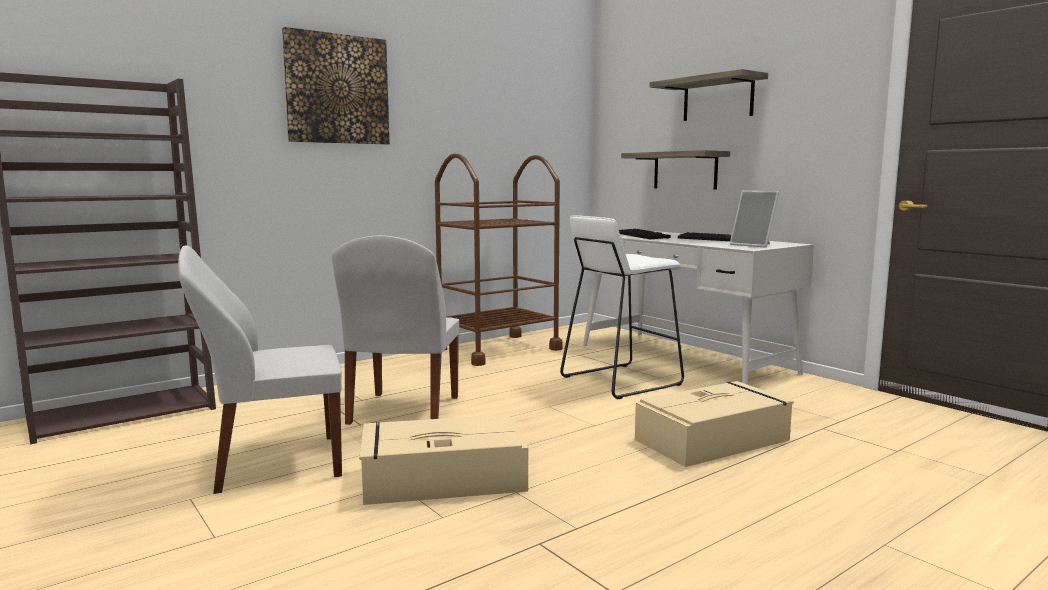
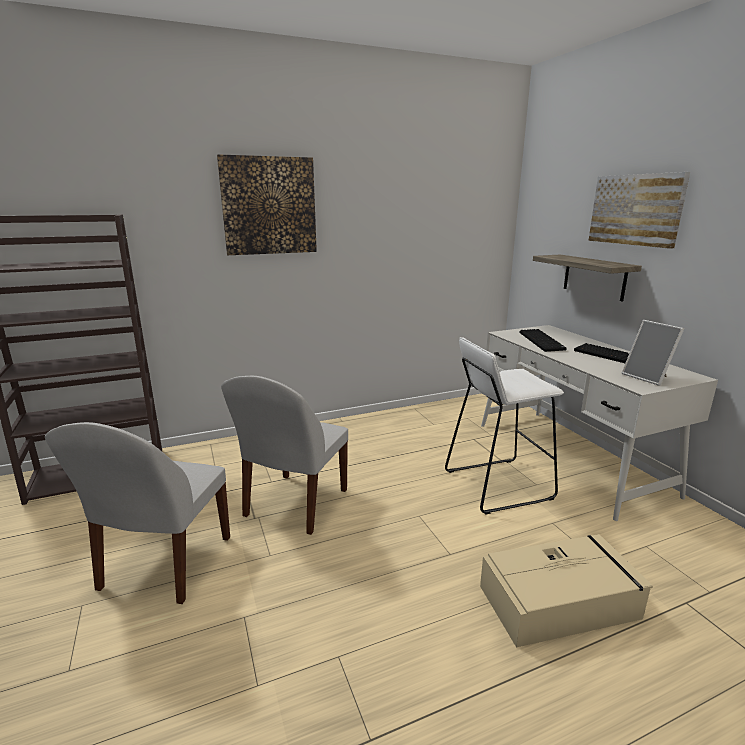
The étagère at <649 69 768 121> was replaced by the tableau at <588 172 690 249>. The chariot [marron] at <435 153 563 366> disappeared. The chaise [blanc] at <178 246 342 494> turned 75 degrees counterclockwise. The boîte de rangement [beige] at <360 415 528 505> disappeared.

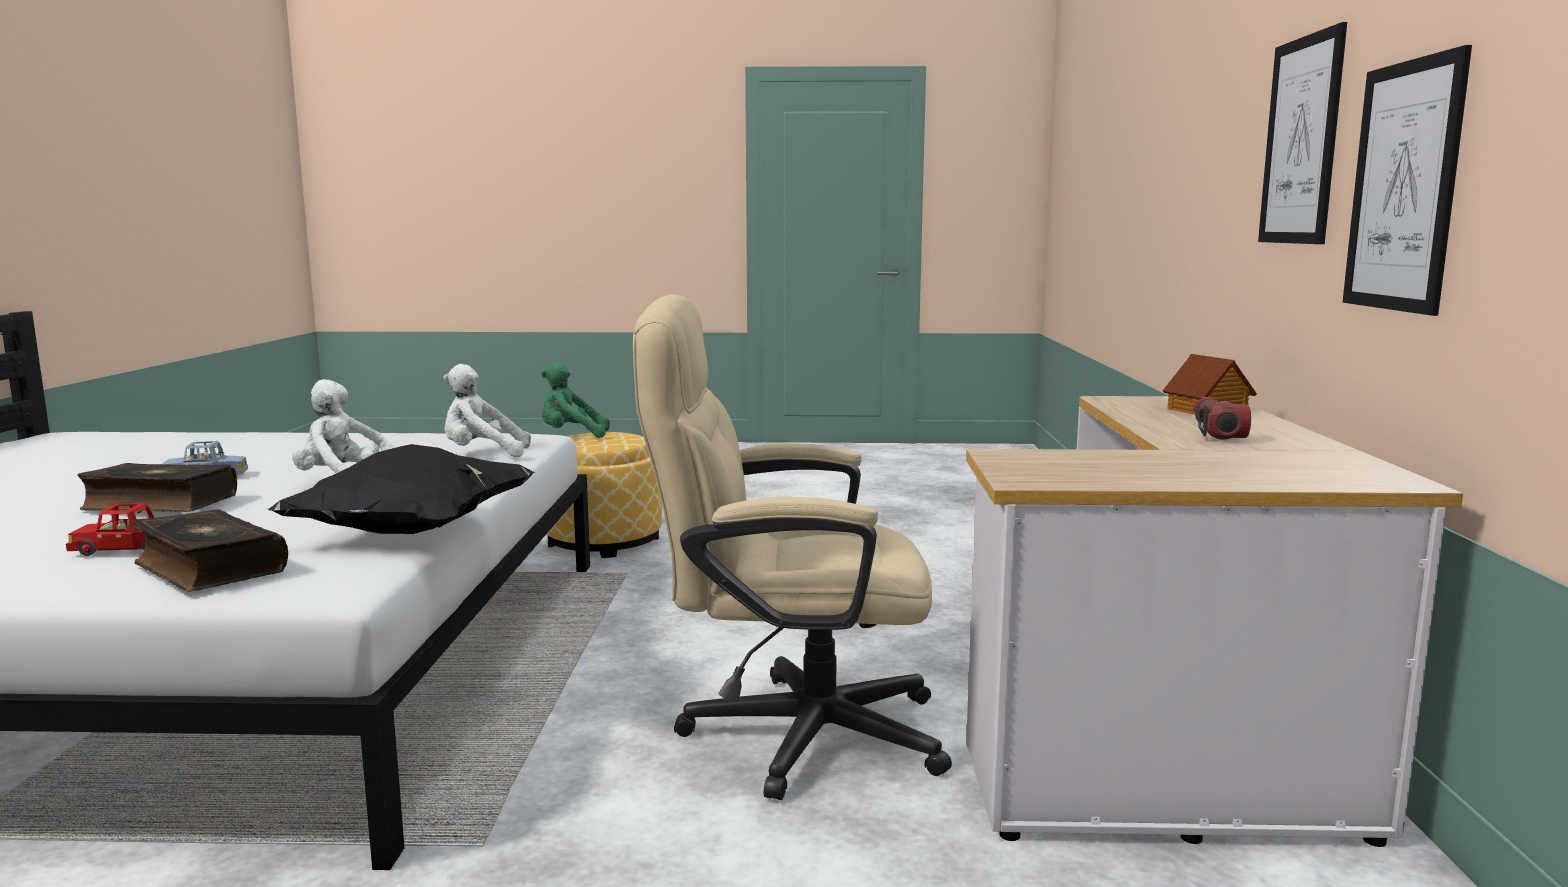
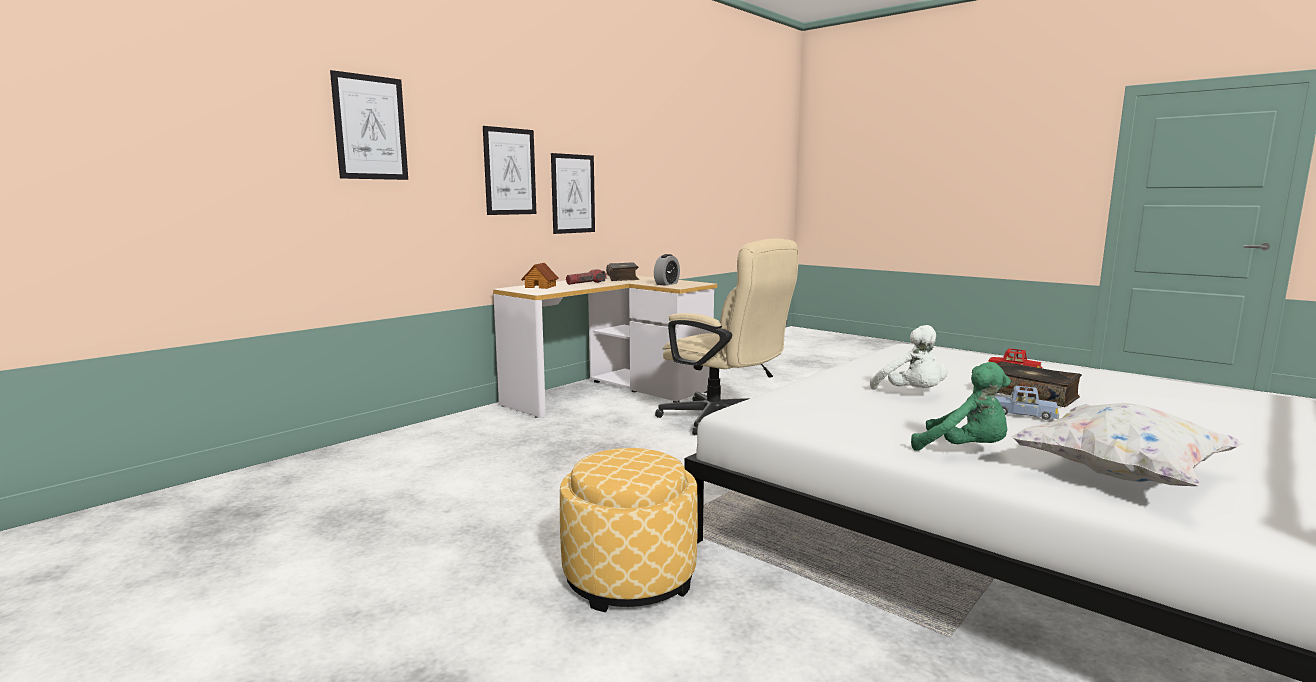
The peluche [vert] moved from <541 362 610 438> to <911 362 1011 451>. The peluche [blanc] at <443 364 531 457> disappeared. The coussin [noir] at <268 444 536 534> disappeared. The livre moved from <133 509 288 592> to <606 262 639 281>. The tableau at <330 70 408 180> appeared. The réveil at <654 254 680 286> appeared. The coussin [blanc] at <1011 403 1244 486> appeared.

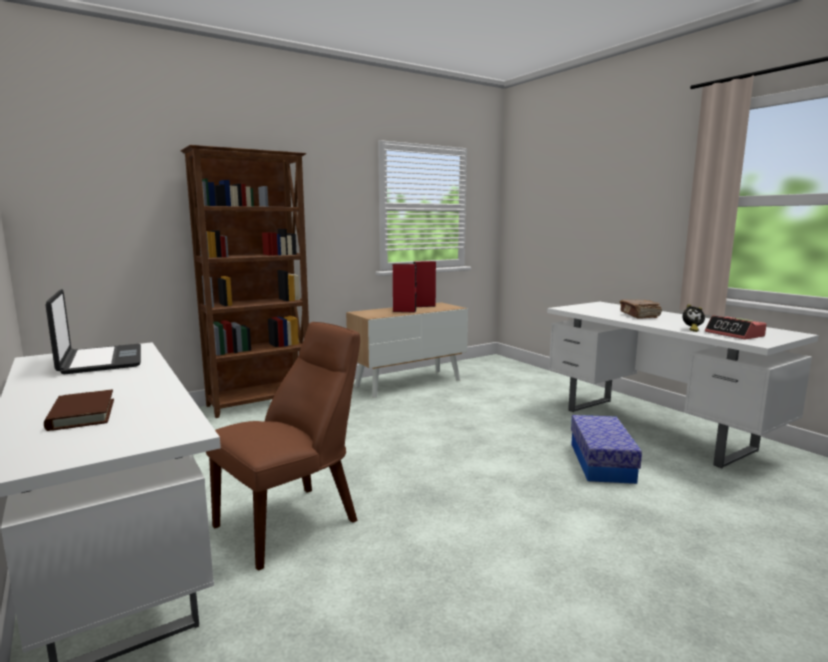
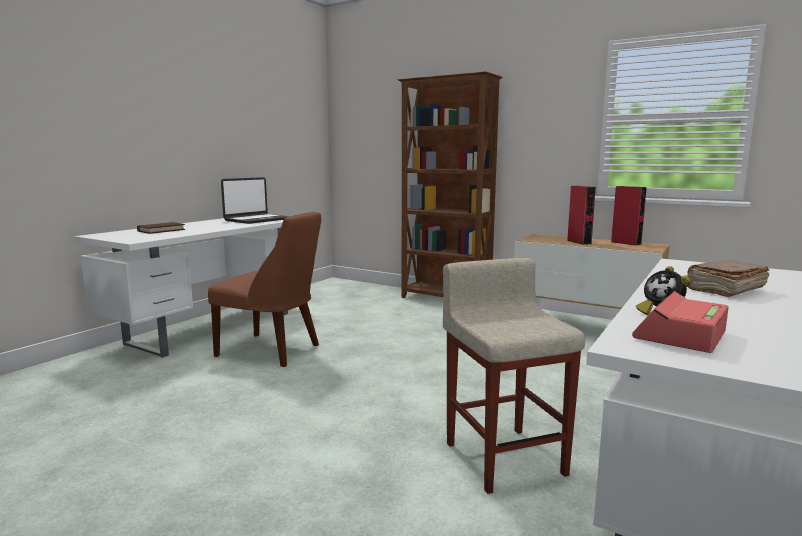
The boîte de rangement at <571 415 642 484> was replaced by the tabouret [beige] at <443 258 585 494>.

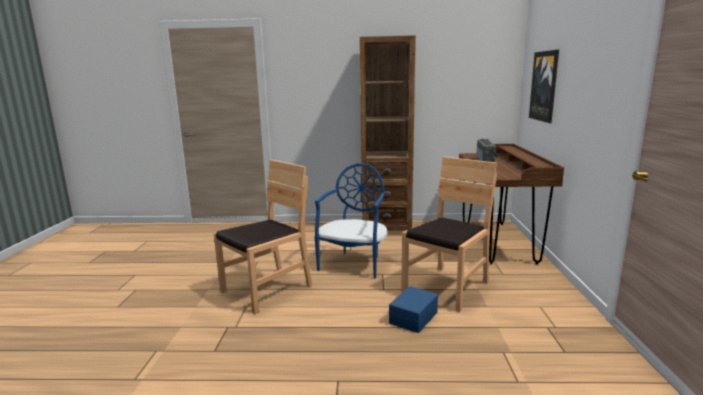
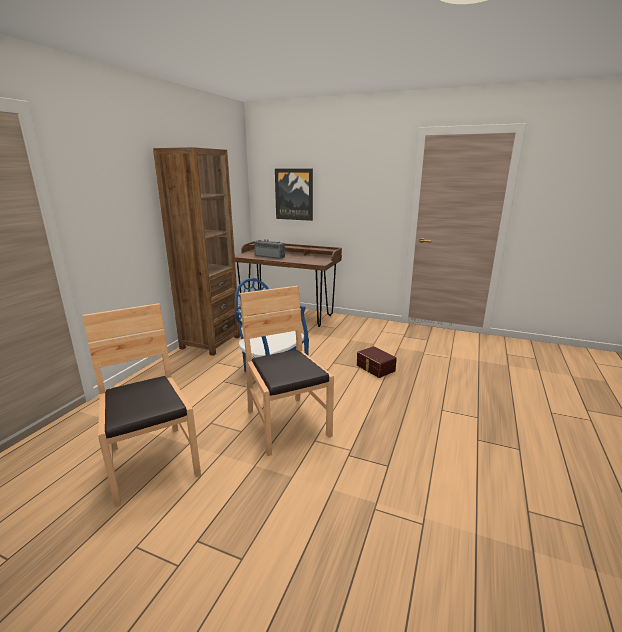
The chaise [marron] moved from <401 157 497 312> to <82 303 201 507>. The boîte de rangement [bleu] at <389 286 438 333> became the boîte de rangement [marron] at <357 346 397 378>.

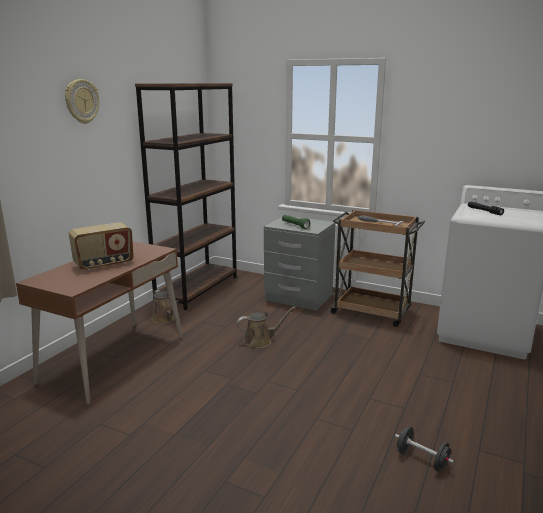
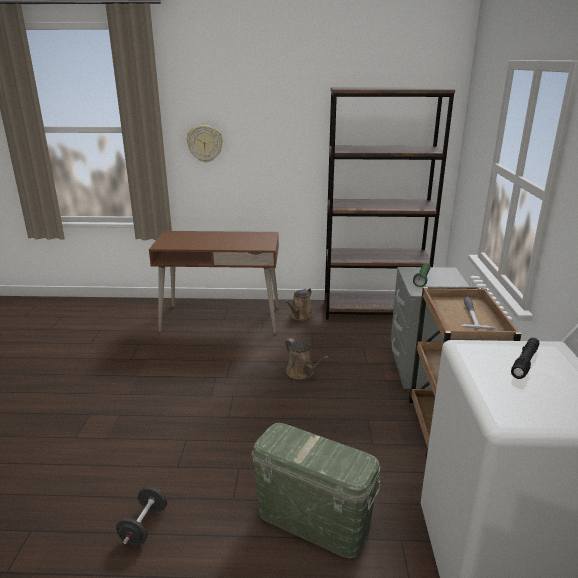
The horloge murale moved from <65 79 99 124> to <187 125 223 163>. The radio at <69 222 134 271> disappeared. The boîte de rangement [vert] at <251 423 383 559> appeared.

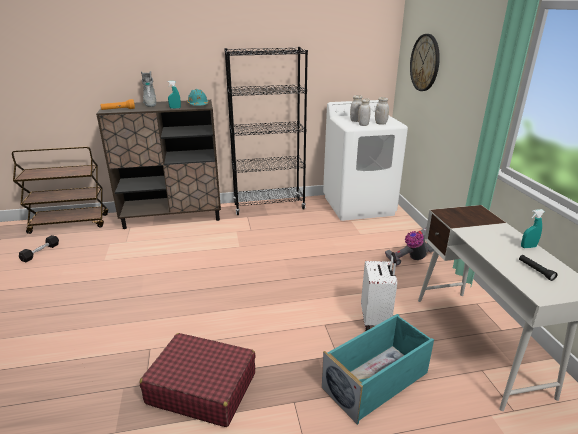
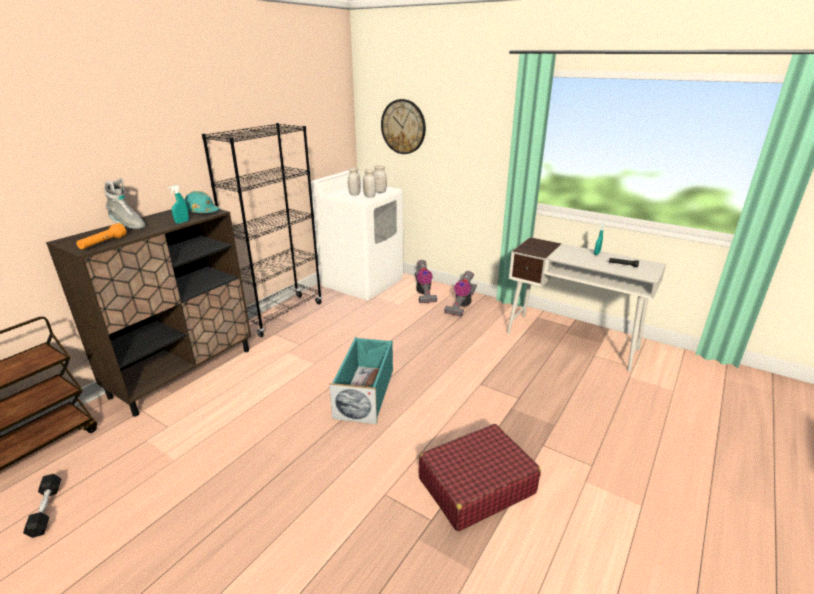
The valise [blanc] at <361 252 397 331> disappeared. The boîte de rangement [turquoise] moved from <322 314 434 425> to <329 337 393 424>. The aspirateur at <415 260 437 303> appeared.

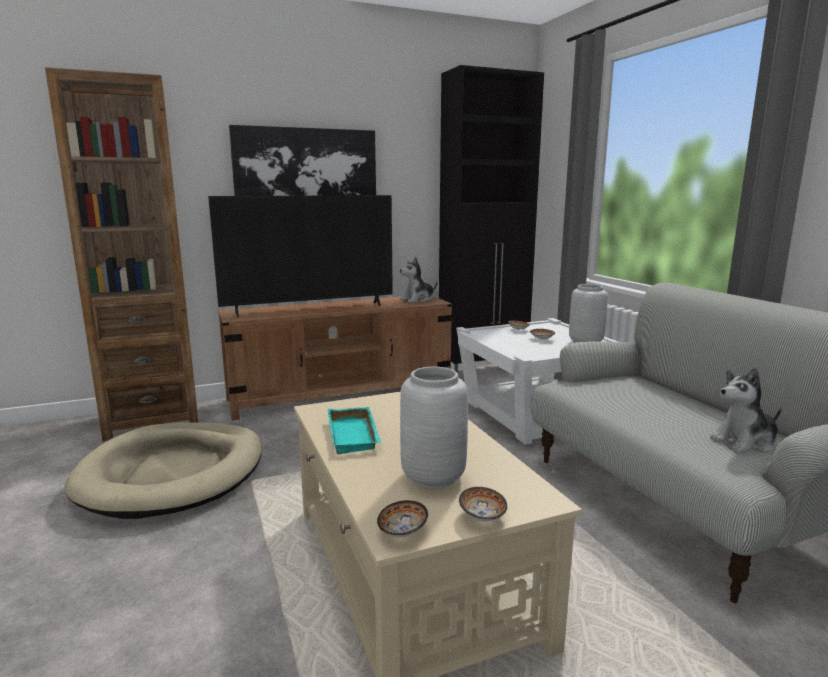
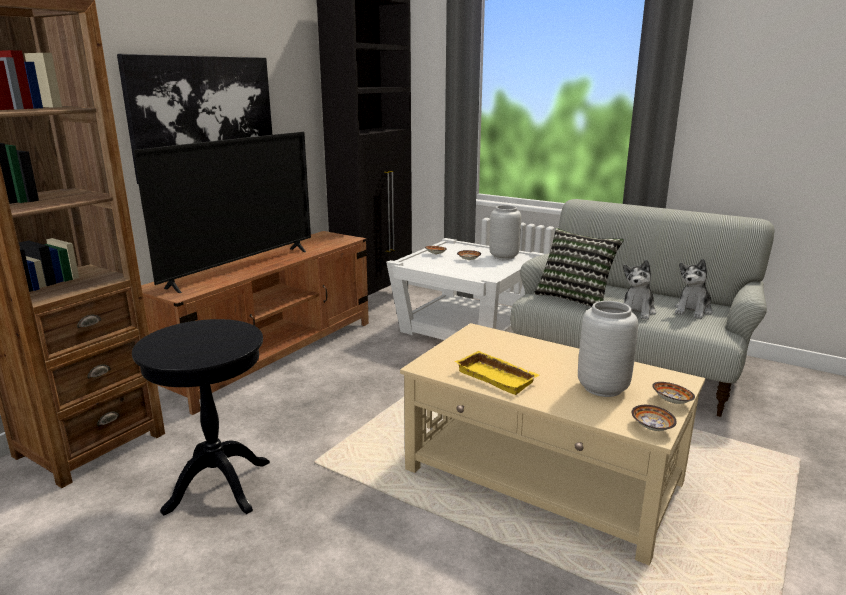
The peluche moved from <400 257 438 303> to <623 260 656 320>. The plateau [turquoise] at <328 407 382 454> became the plateau [jaune] at <455 351 539 395>. The panier pour chien [beige] at <64 422 262 519> was replaced by the table d'appoint [noir] at <132 319 270 516>. The coussin at <534 228 624 307> appeared.

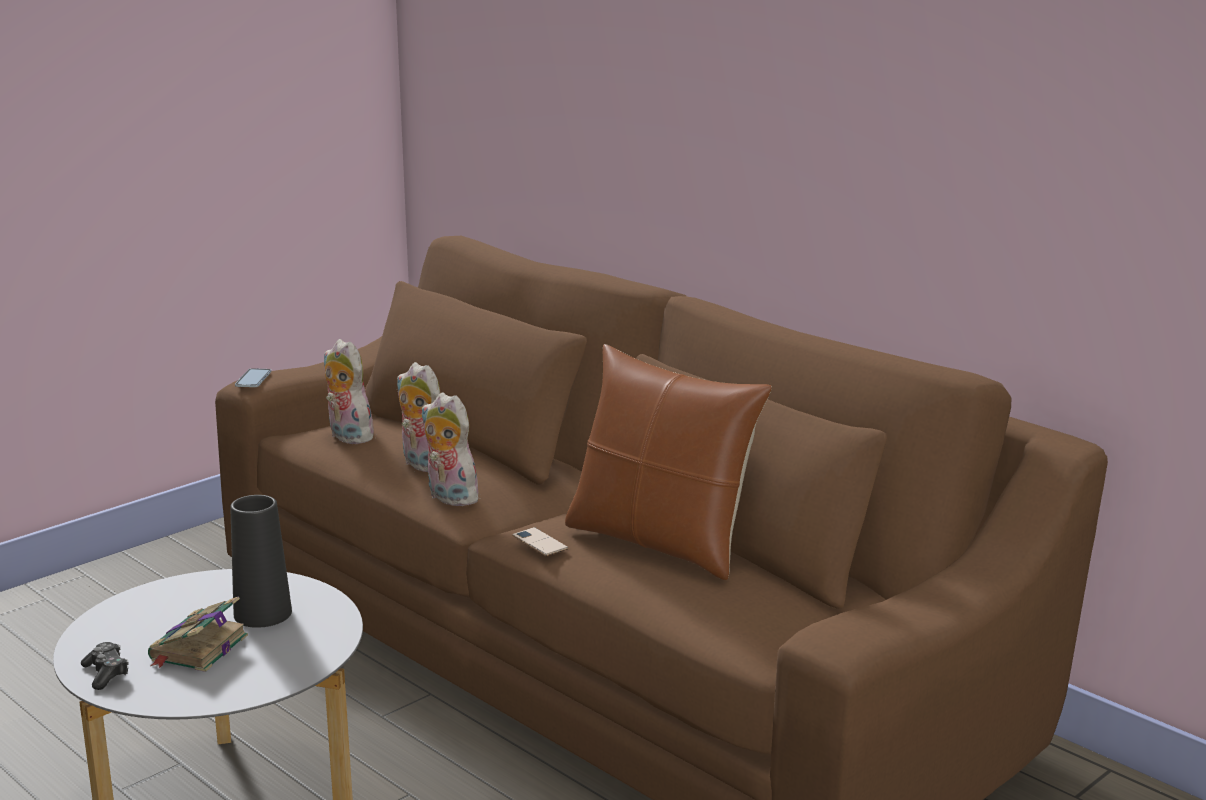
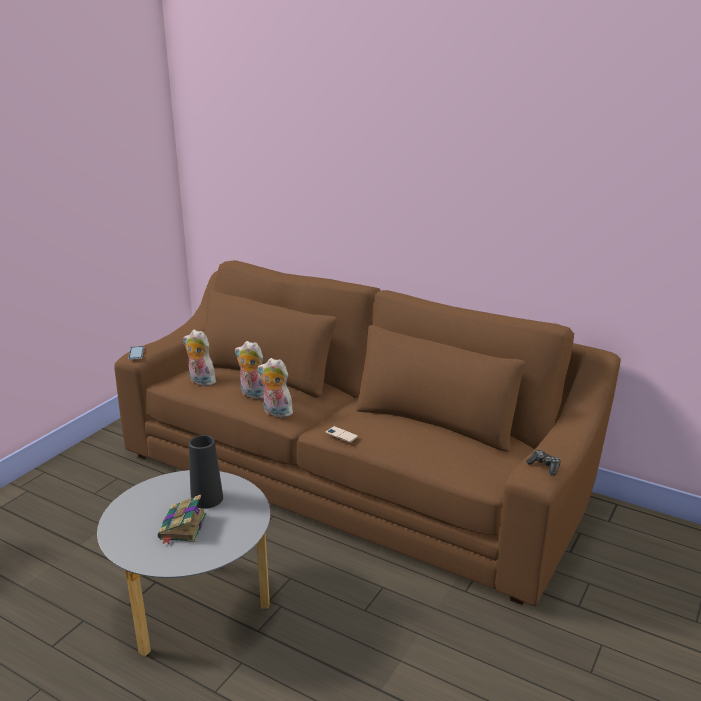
The coussin [marron] at <565 344 772 580> disappeared. The manette moved from <81 642 128 690> to <526 450 561 476>.

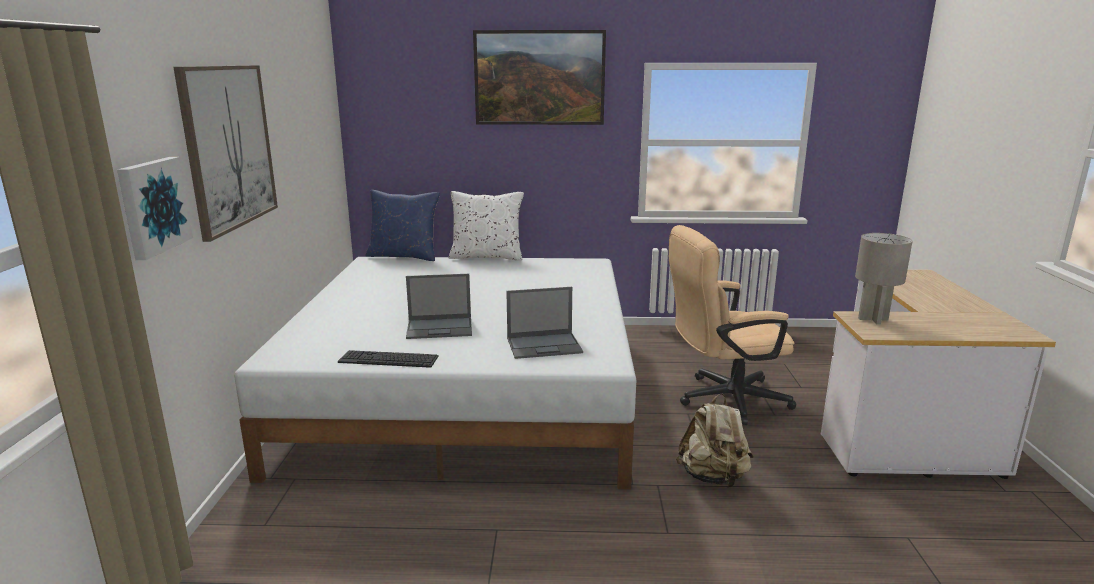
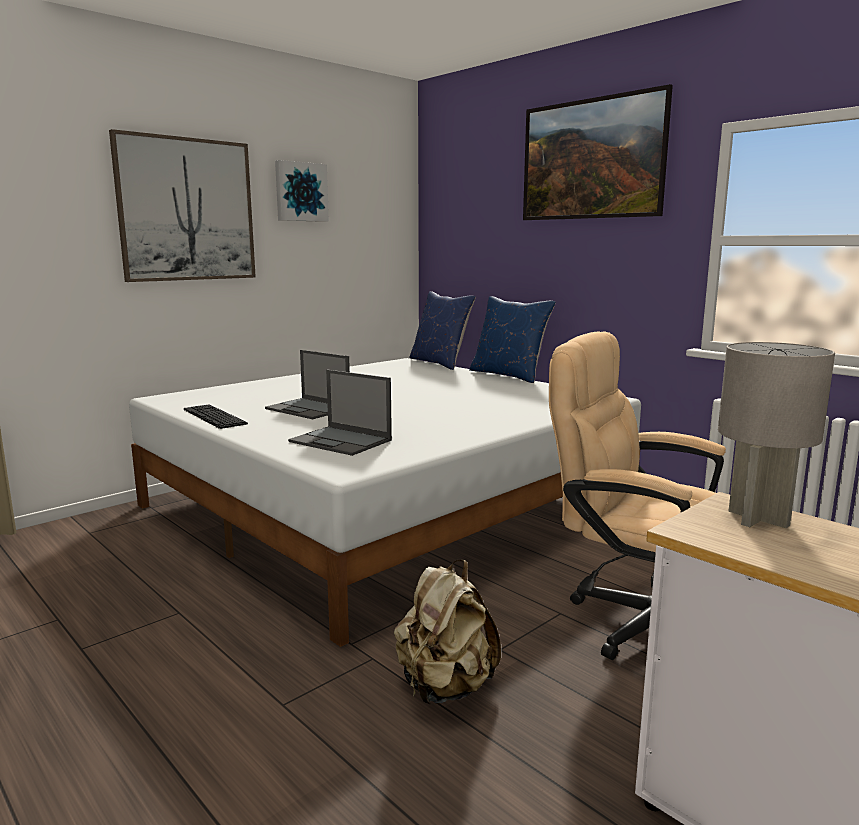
The tableau moved from <117 157 193 260> to <275 160 329 222>. The coussin [blanc] at <449 191 524 261> became the coussin [bleu] at <469 296 556 383>.

